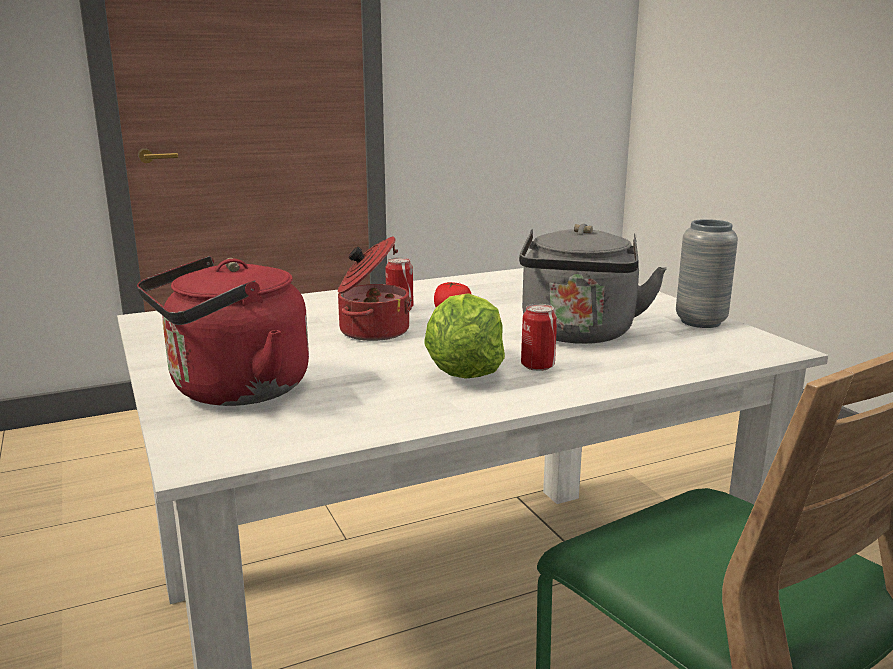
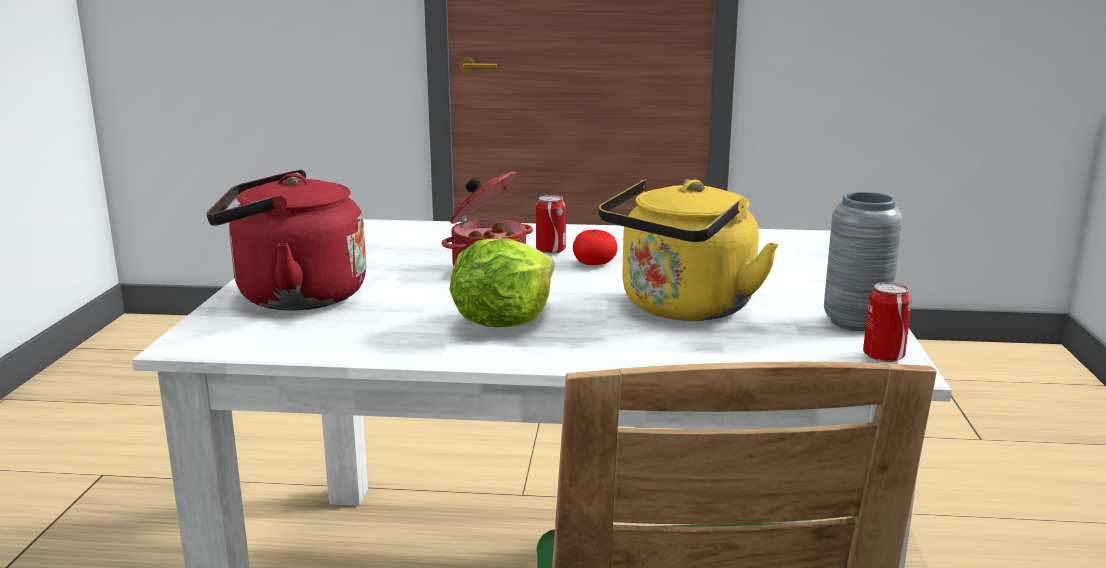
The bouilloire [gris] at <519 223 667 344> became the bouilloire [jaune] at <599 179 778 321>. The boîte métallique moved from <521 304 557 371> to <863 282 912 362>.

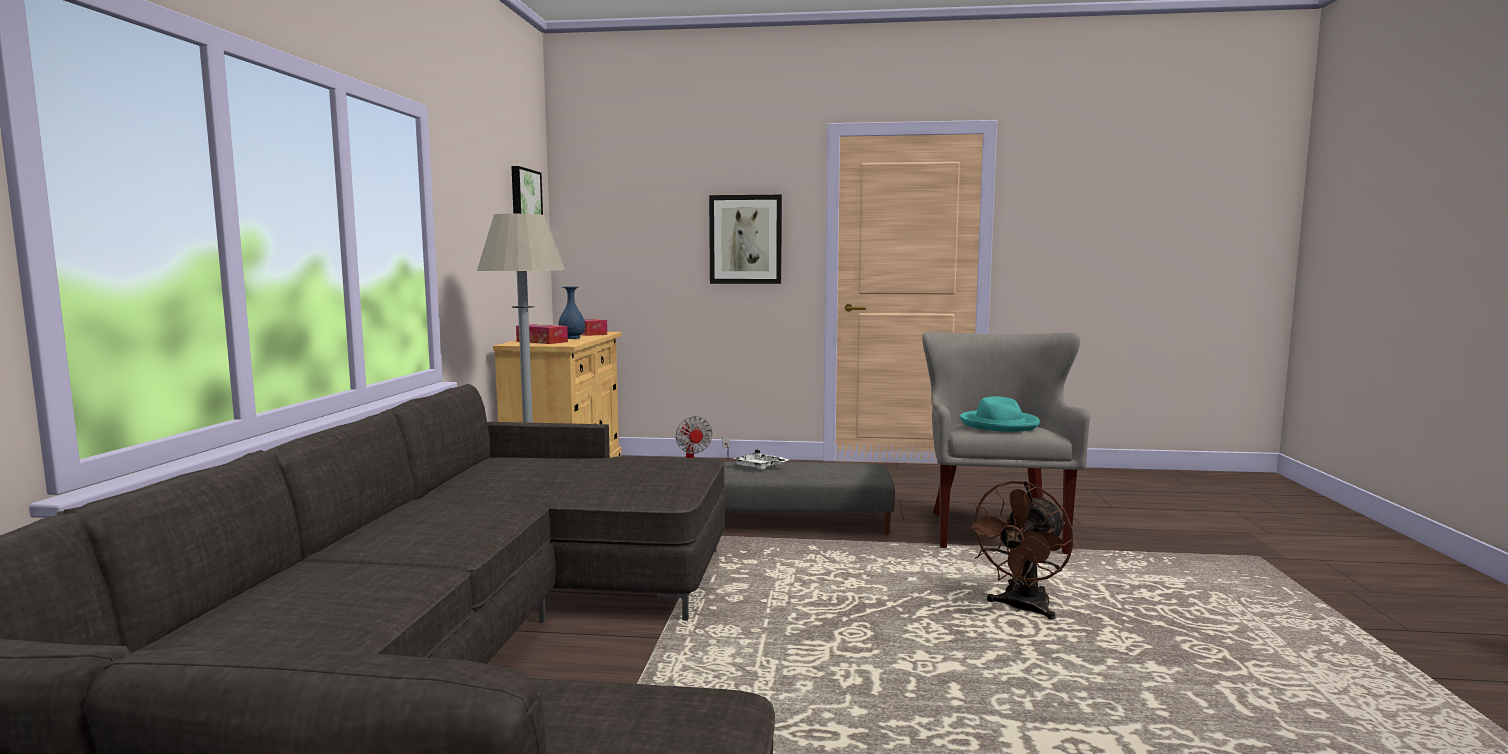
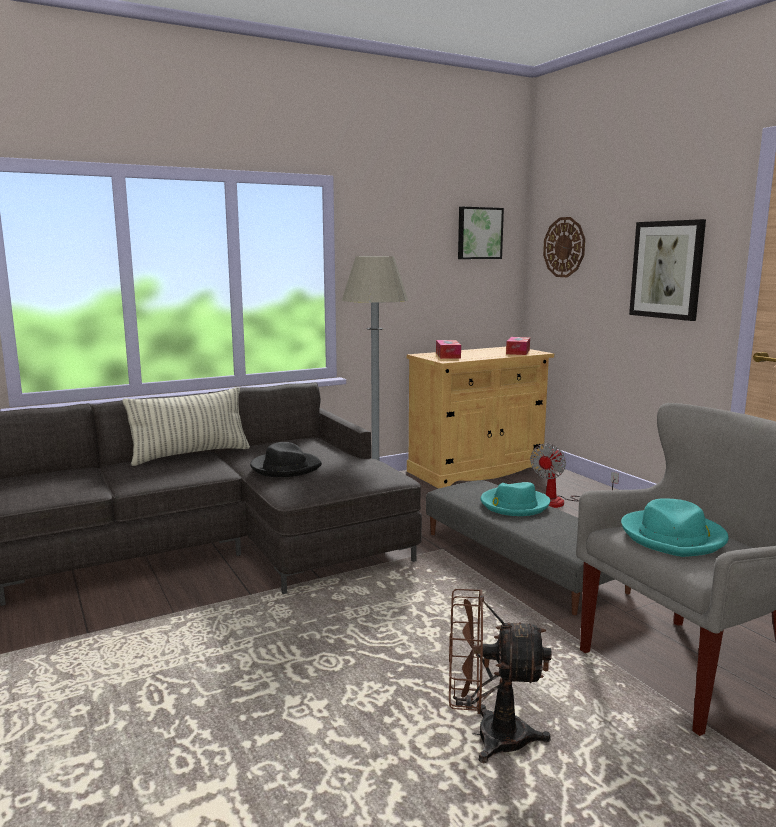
The vase [bleu] at <559 287 585 339> disappeared. The plateau [blanc] at <732 449 789 470> was replaced by the chapeau [turquoise] at <480 482 550 516>. The horloge murale at <543 217 585 277> appeared. The coussin at <123 387 250 466> appeared. The chapeau [noir] at <250 442 322 477> appeared.

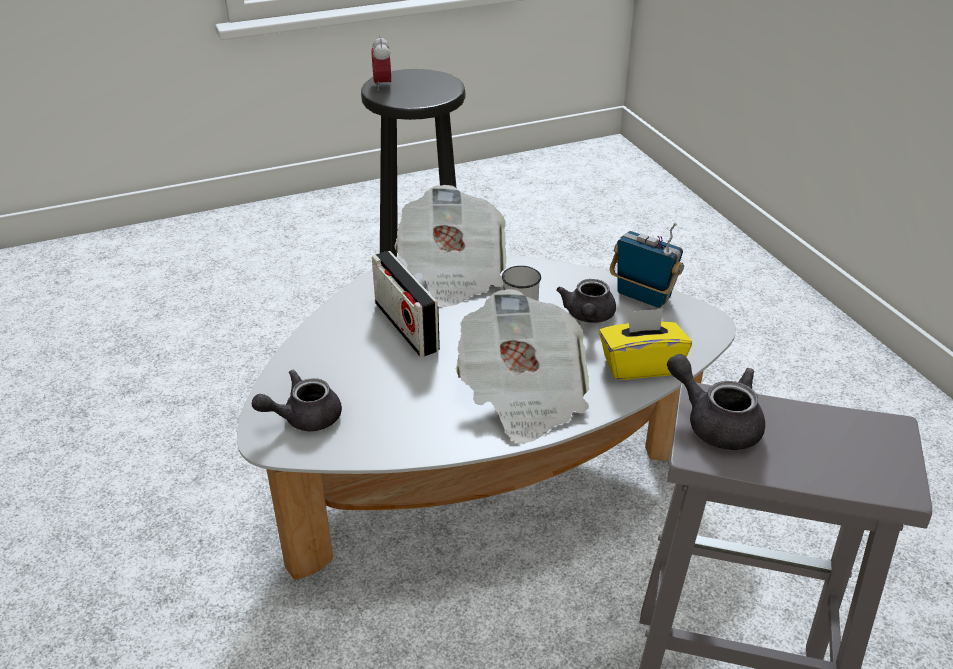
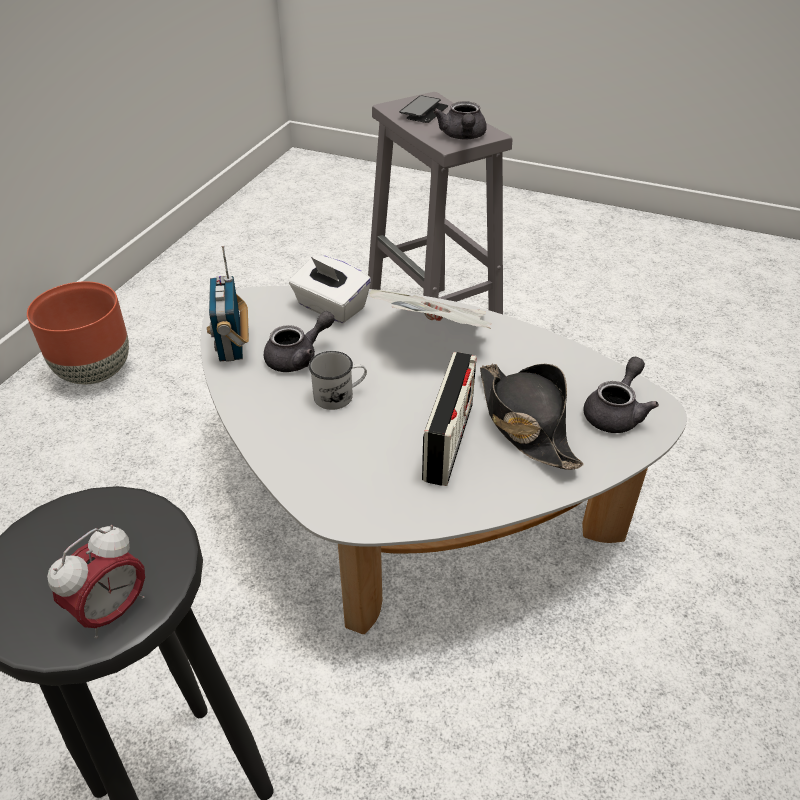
The journal at <394 185 506 307> disappeared. The boîte à mouchoirs [jaune] at <599 309 692 380> became the boîte à mouchoirs [blanc] at <289 255 371 323>. The théière [gris] at <252 370 342 431> turned 75 degrees counterclockwise. The téléphone at <399 96 448 123> appeared. The cache-pot [marron] at <27 281 129 384> appeared. The chapeau [noir] at <480 364 584 470> appeared.

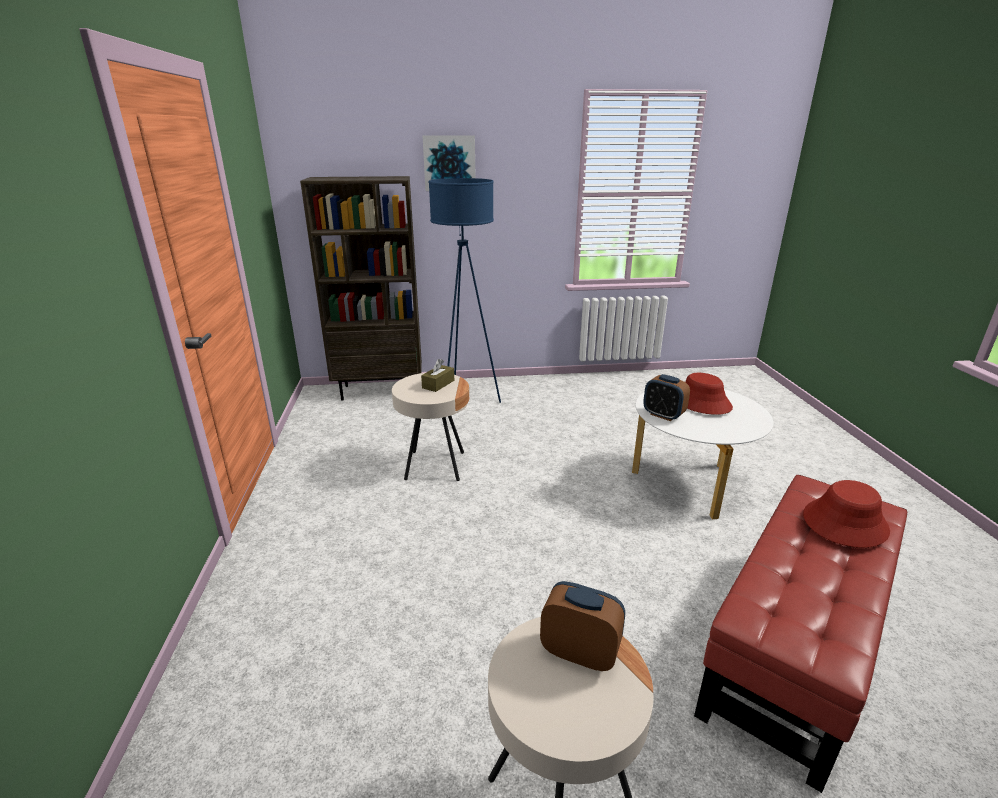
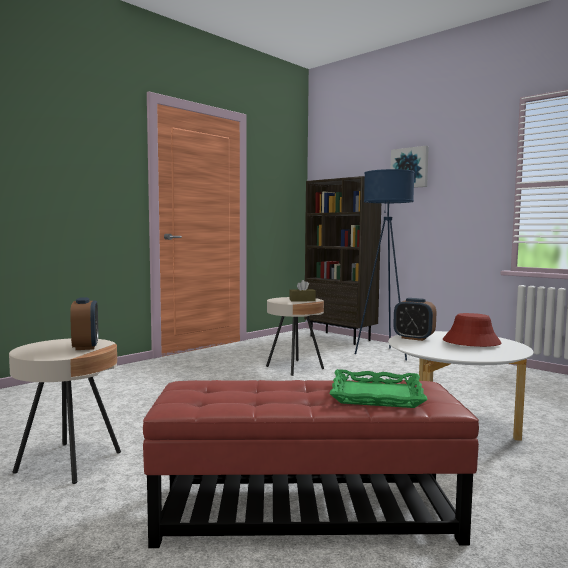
The réveil at <643 374 690 421> turned 60 degrees counterclockwise. The chapeau [rouge] at <803 480 890 548> was replaced by the plateau [vert] at <329 369 428 408>.

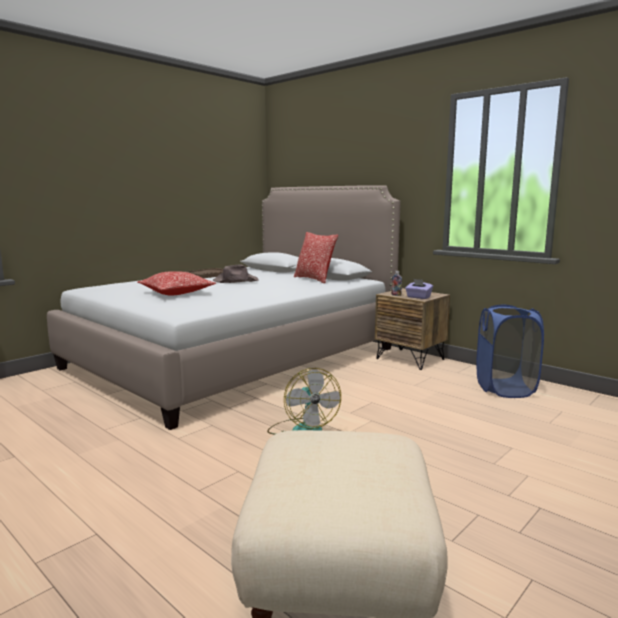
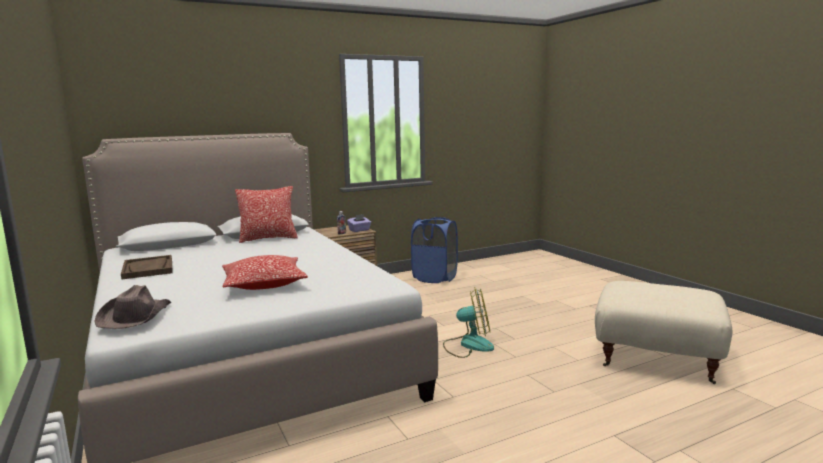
The chapeau [marron] moved from <213 264 258 283> to <94 285 171 329>.

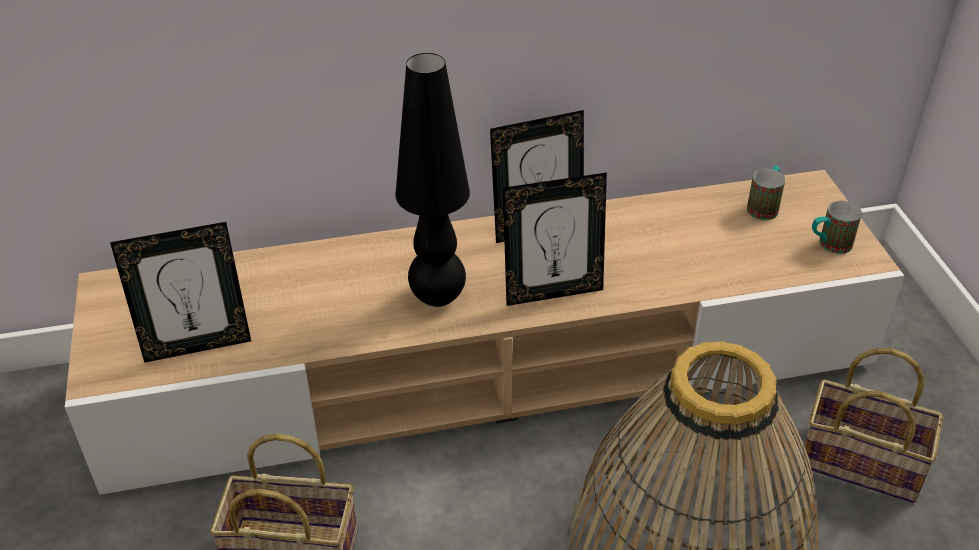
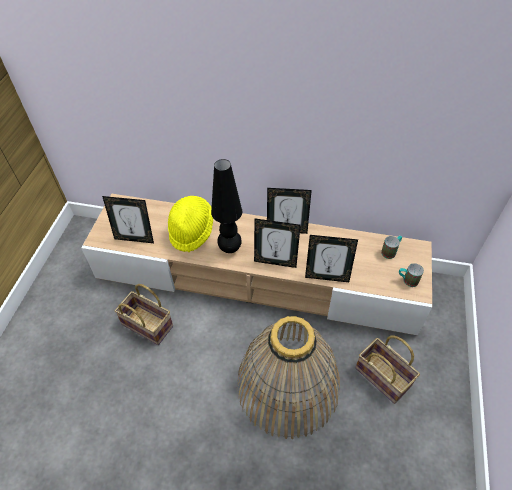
The chapeau [jaune] at <168 196 213 252> appeared. The cadre photo at <305 235 358 282> appeared.

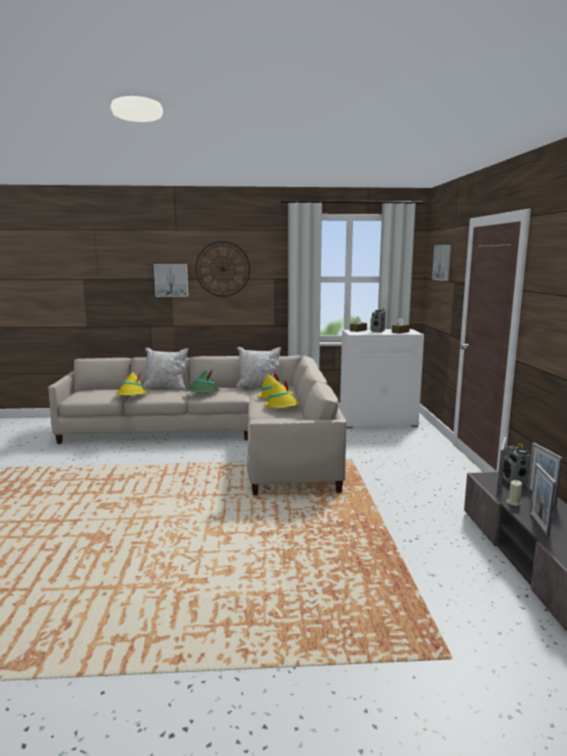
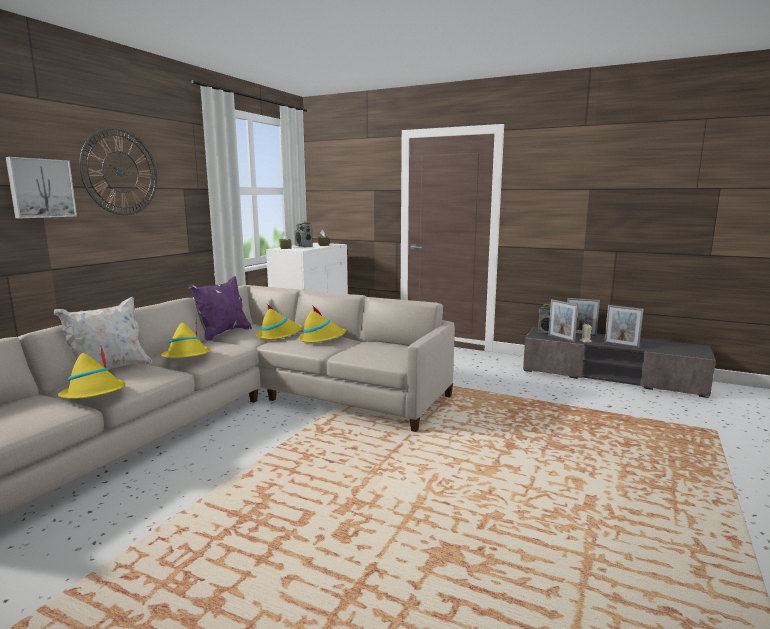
The tableau at <432 245 451 281> disappeared. The coussin [blanc] at <236 347 281 389> became the coussin [violet] at <188 276 252 341>. The chapeau [vert] at <186 370 220 392> became the chapeau [jaune] at <161 317 210 358>.

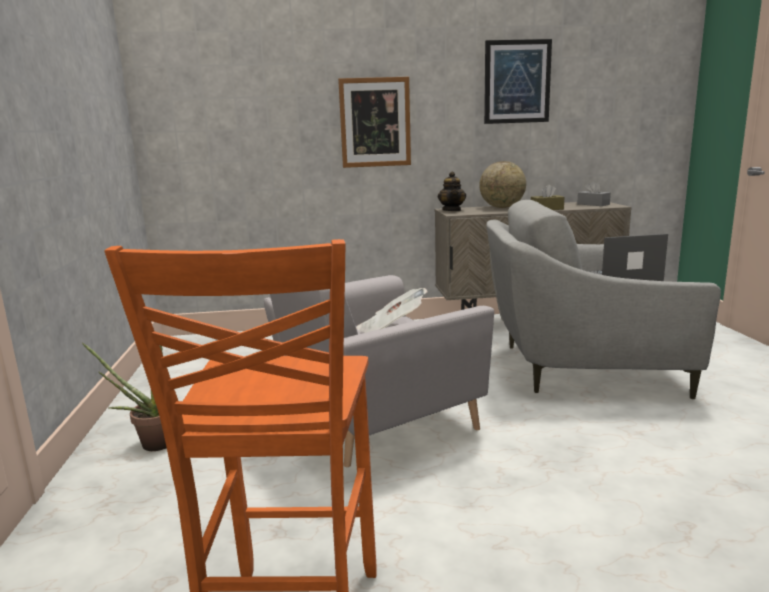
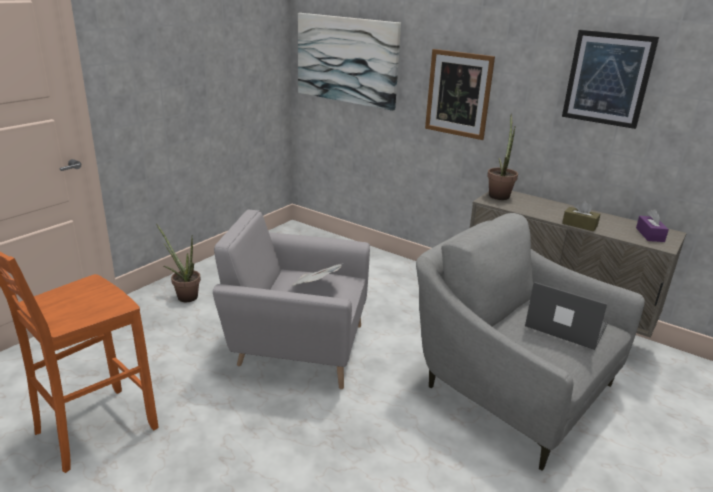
The globe at <479 161 526 208> disappeared. The théière at <438 172 466 211> was replaced by the plante en pot at <487 113 518 200>. The boîte à mouchoirs [gris] at <577 180 611 206> became the boîte à mouchoirs [violet] at <636 209 669 242>. The tableau at <298 13 401 111> appeared.

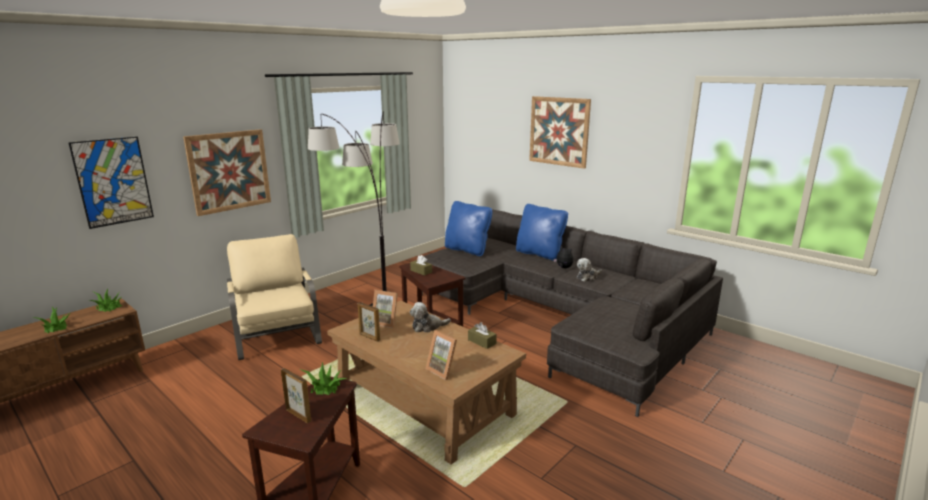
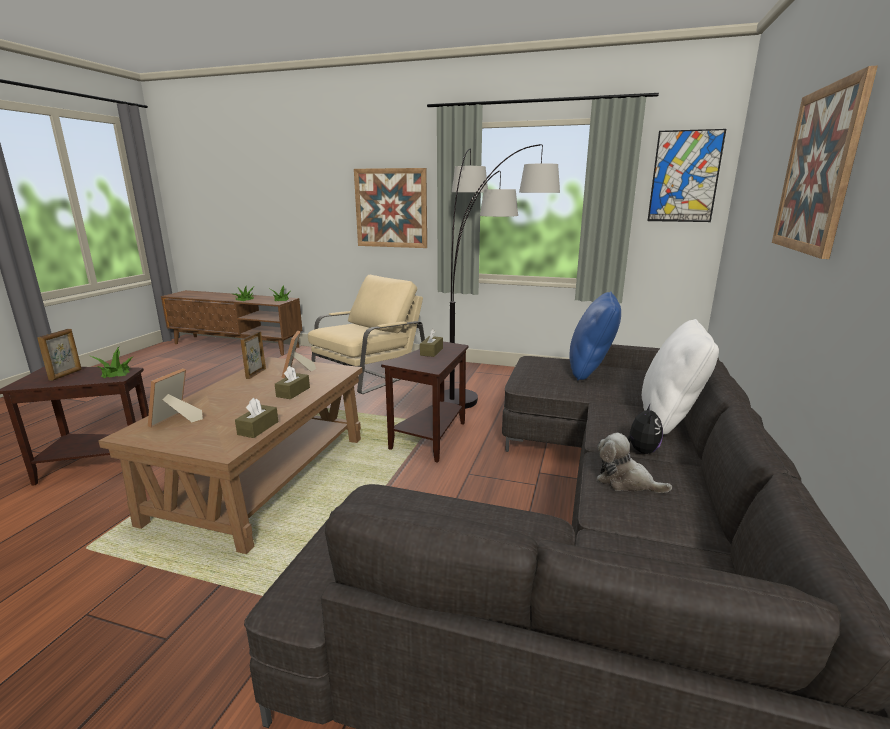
The tableau moved from <68 137 154 229> to <648 129 726 222>. The coussin [bleu] at <516 204 568 260> became the coussin [blanc] at <642 319 719 434>. The peluche at <410 302 451 333> was replaced by the boîte à mouchoirs [marron] at <275 366 310 399>.

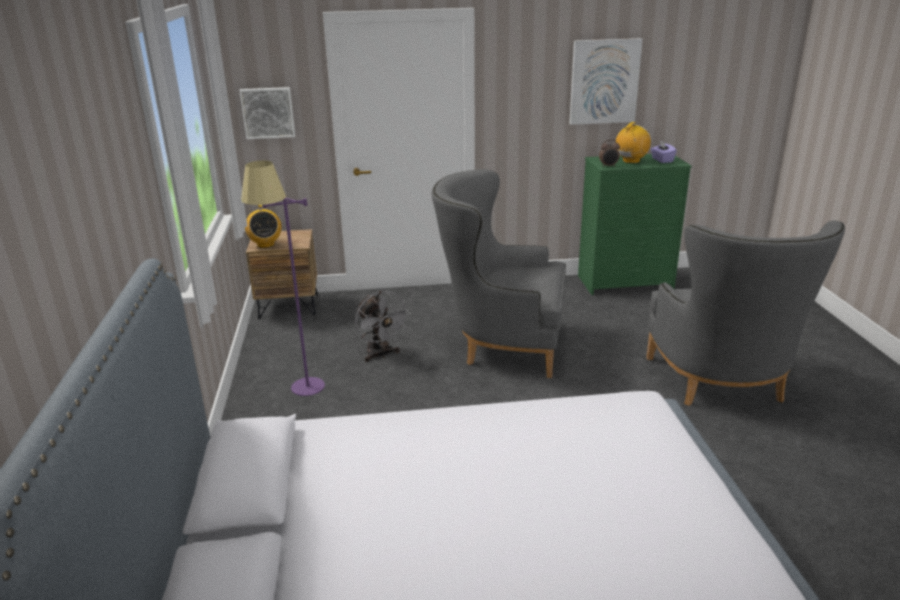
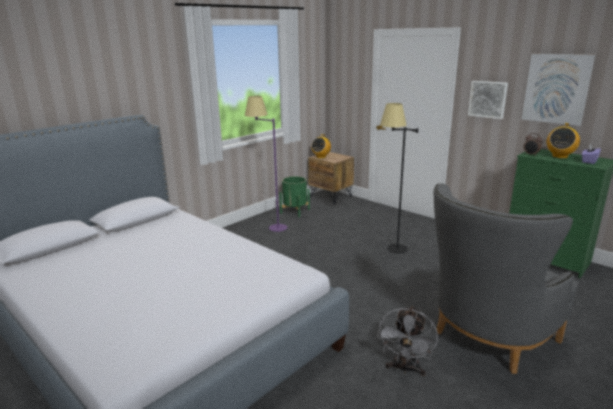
The tableau moved from <239 87 295 139> to <468 81 508 119>. The radio at <615 122 651 163> turned 120 degrees clockwise. The fauteuil [gris] at <431 169 566 378> was replaced by the lampadaire [noir] at <380 103 418 254>. The ventilateur [gris] moved from <355 291 411 362> to <377 306 438 376>. The cache-pot [vert] at <279 176 310 217> appeared.

